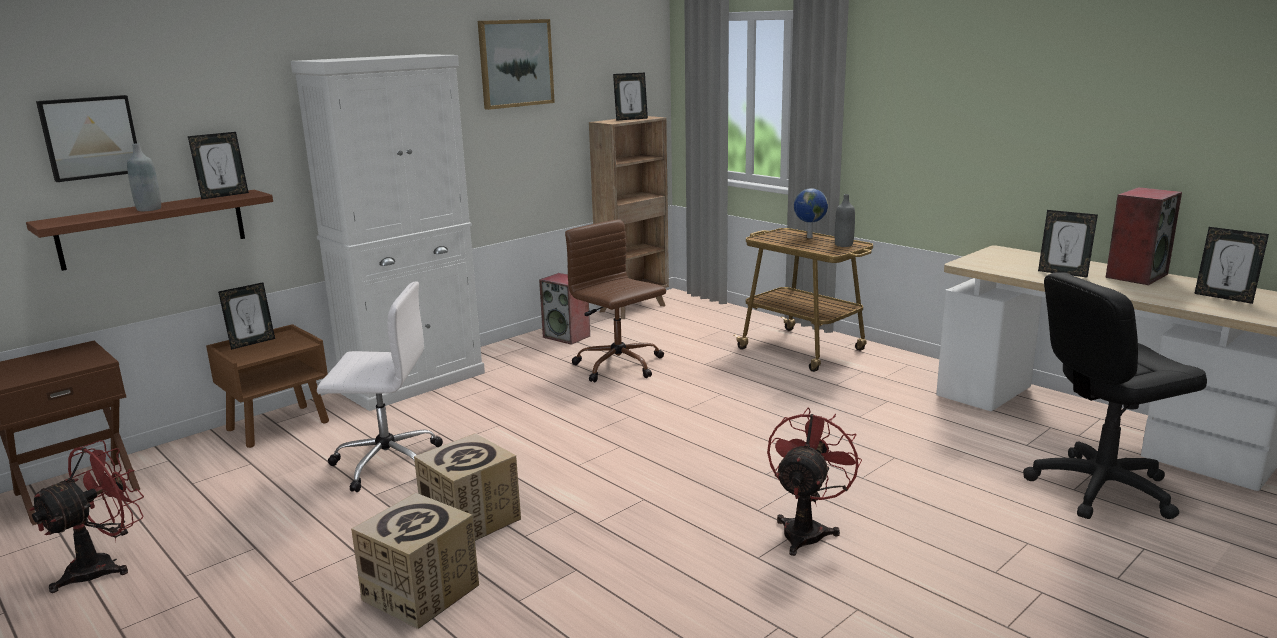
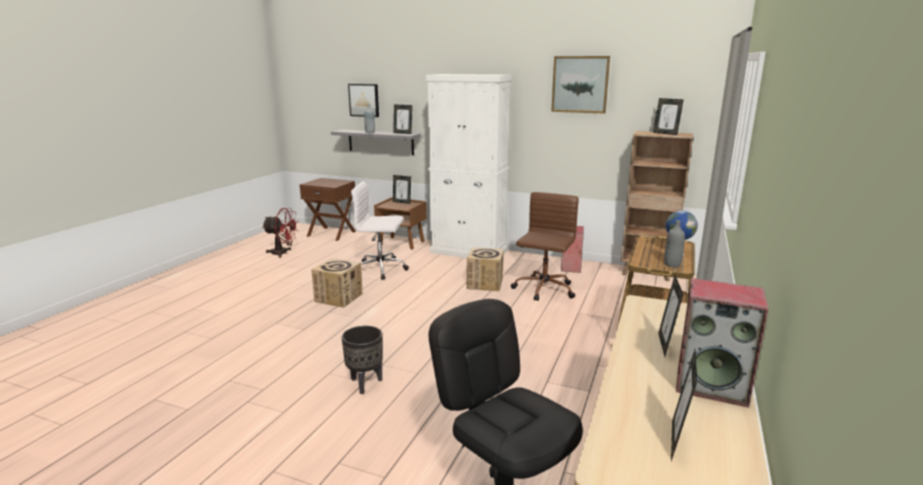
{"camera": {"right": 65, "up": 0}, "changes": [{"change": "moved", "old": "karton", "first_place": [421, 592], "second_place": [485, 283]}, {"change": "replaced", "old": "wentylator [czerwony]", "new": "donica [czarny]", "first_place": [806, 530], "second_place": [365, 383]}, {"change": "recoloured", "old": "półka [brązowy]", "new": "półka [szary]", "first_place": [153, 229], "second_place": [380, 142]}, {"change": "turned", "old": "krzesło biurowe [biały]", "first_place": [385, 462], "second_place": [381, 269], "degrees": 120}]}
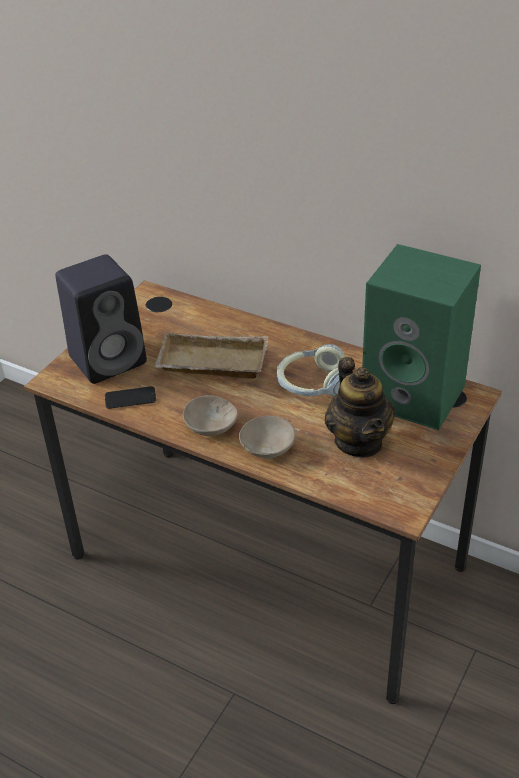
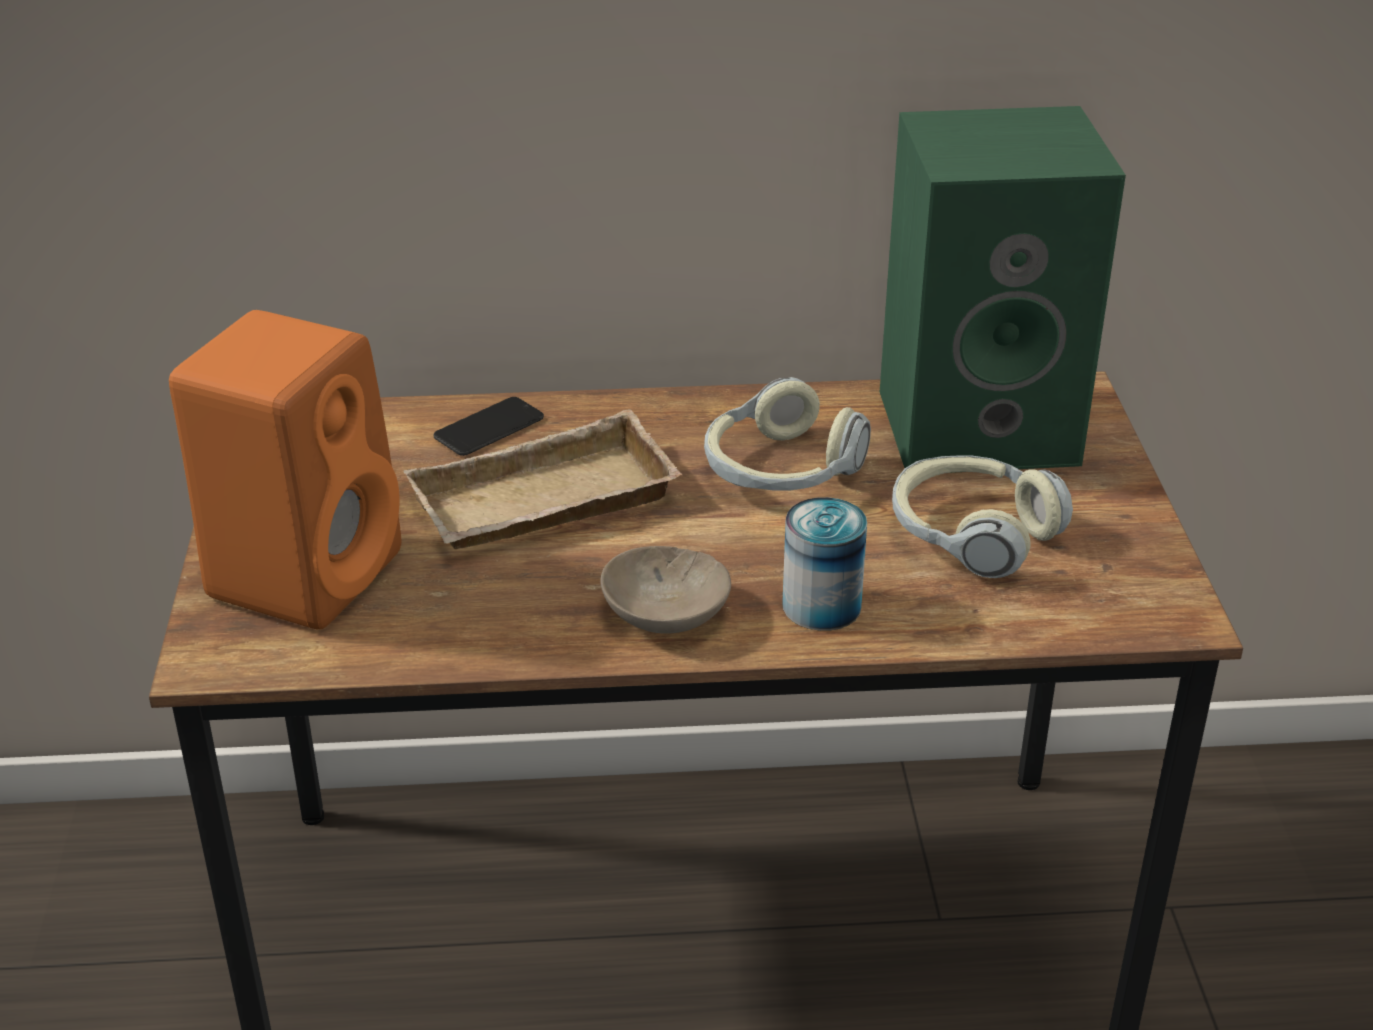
{"camera": {"right": -35, "up": -5}, "changes": [{"change": "moved", "old": "telefon", "first_place": [130, 398], "second_place": [489, 428]}, {"change": "replaced", "old": "miska [beżowy]", "new": "puszka", "first_place": [269, 447], "second_place": [821, 605]}, {"change": "replaced", "old": "imbryk", "new": "słuchawki", "first_place": [359, 441], "second_place": [971, 534]}, {"change": "recoloured", "old": "głośnik [czarny]", "new": "głośnik [pomarańczowy]", "first_place": [110, 359], "second_place": [307, 570]}]}
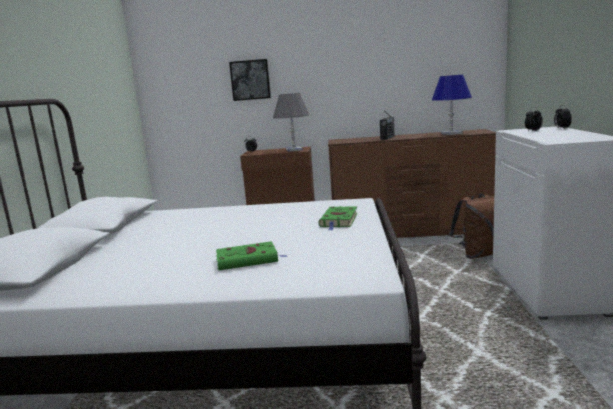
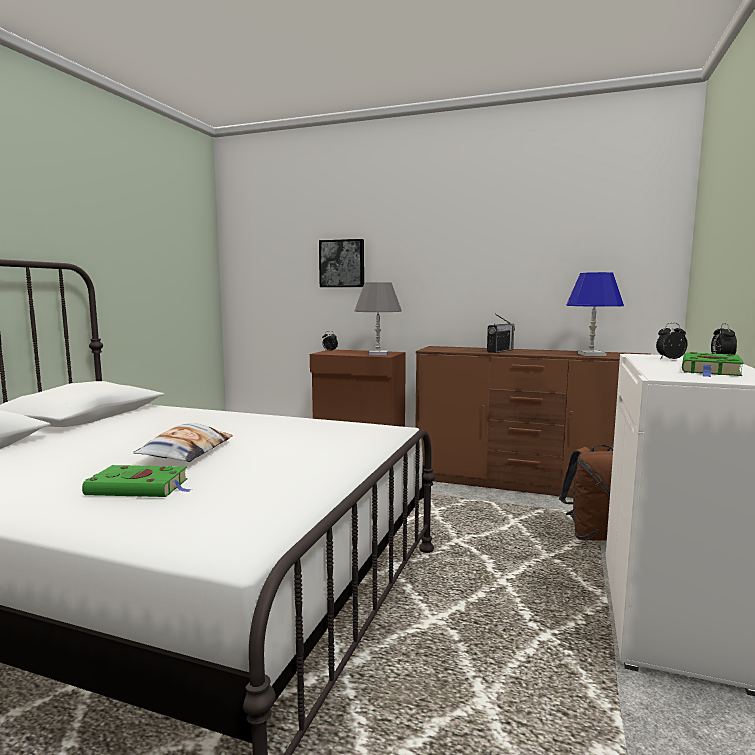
{"camera": {"right": 15, "up": -5}, "changes": [{"change": "added", "new": "poduszka", "second_place": [186, 452]}, {"change": "moved", "old": "książka [zielony]", "first_place": [339, 221], "second_place": [711, 370]}]}
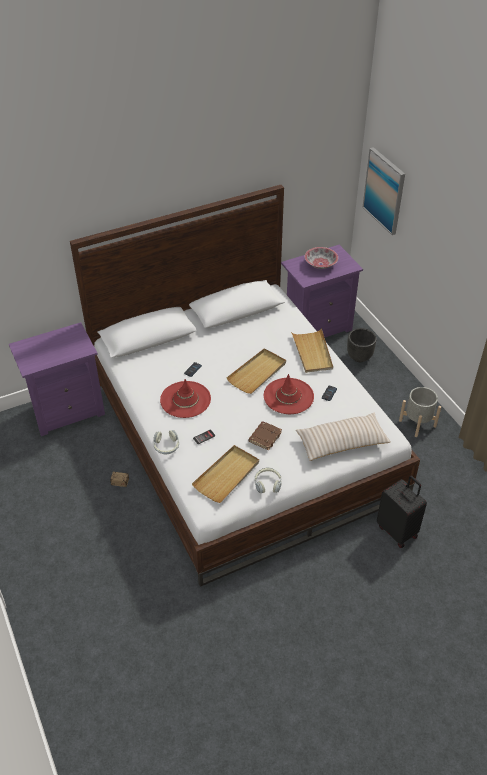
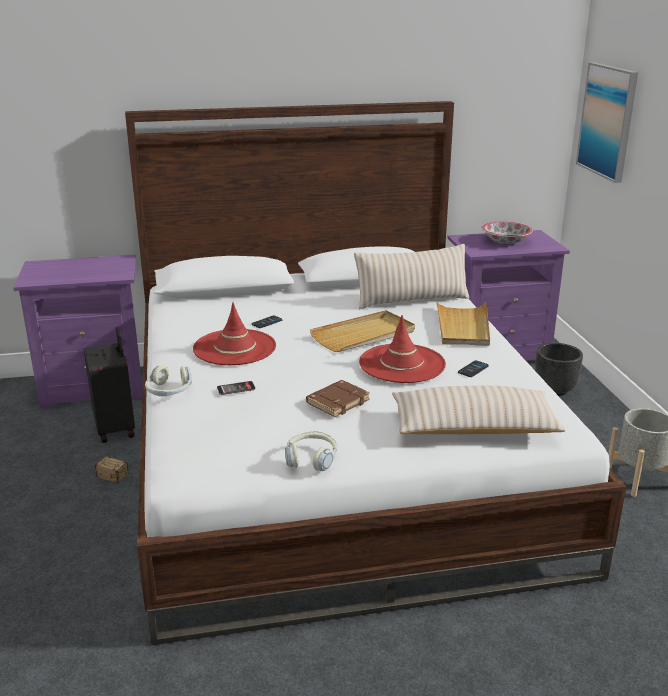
{"camera": {"right": 15, "up": -20}, "changes": [{"change": "removed", "old": "taca [beżowy]", "first_place": [227, 475]}, {"change": "added", "new": "poduszka [beżowy]", "second_place": [411, 300]}, {"change": "moved", "old": "walizka [czarny]", "first_place": [397, 531], "second_place": [116, 428]}]}
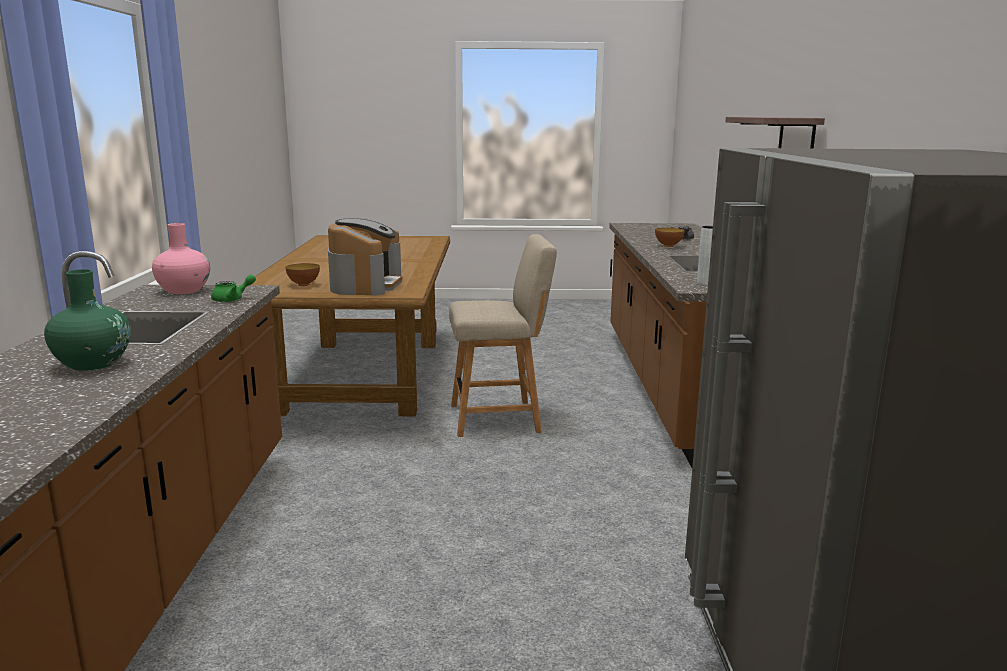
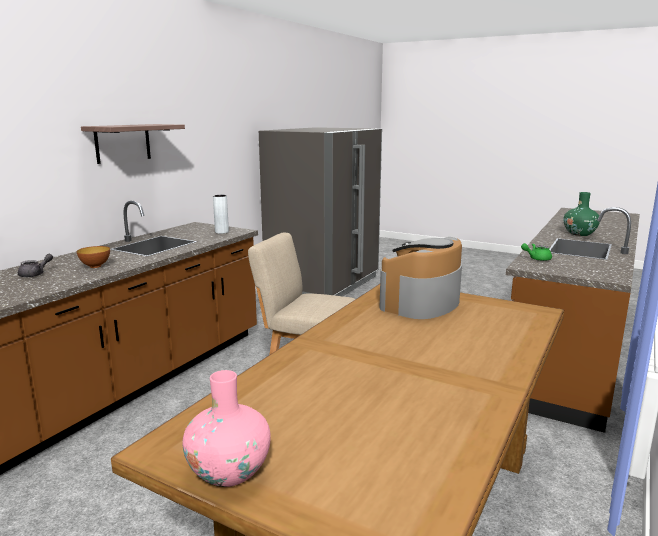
{"camera": {"right": -150, "up": 0}, "changes": [{"change": "removed", "old": "miska", "first_place": [303, 284]}, {"change": "moved", "old": "wazon [różowy]", "first_place": [183, 290], "second_place": [229, 471]}]}
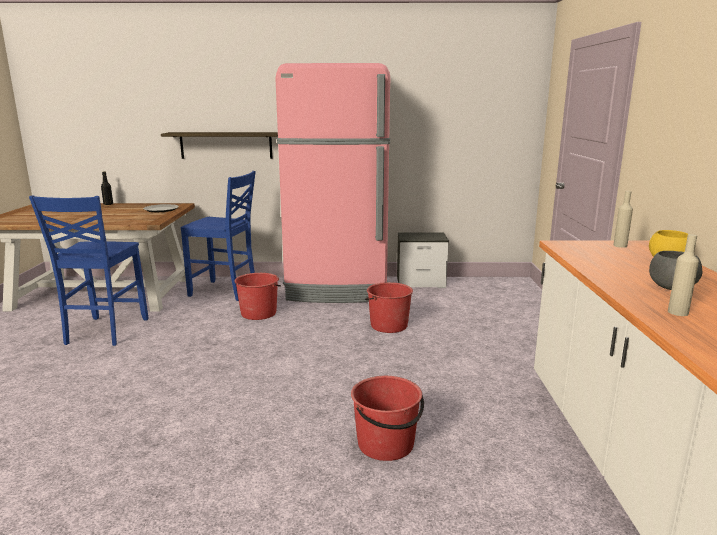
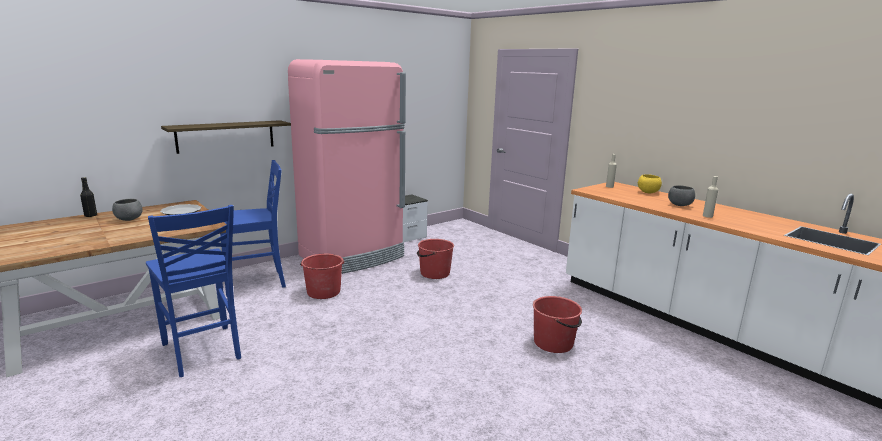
{"camera": {"right": -40, "up": 0}, "changes": [{"change": "added", "new": "miska [szary]", "second_place": [129, 219]}]}
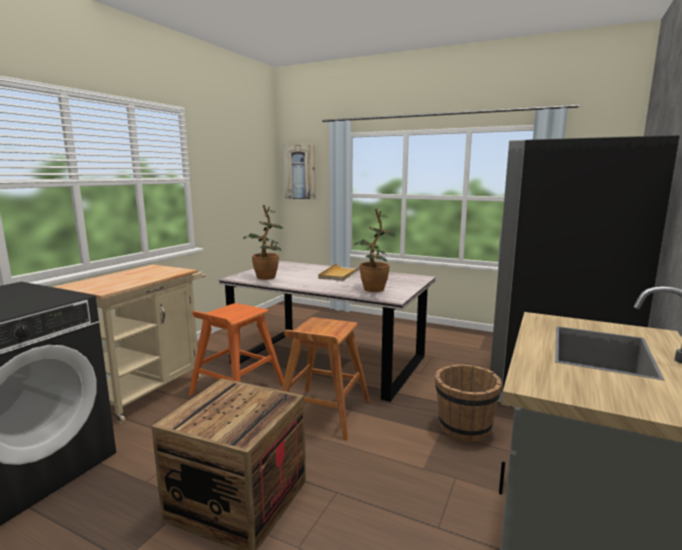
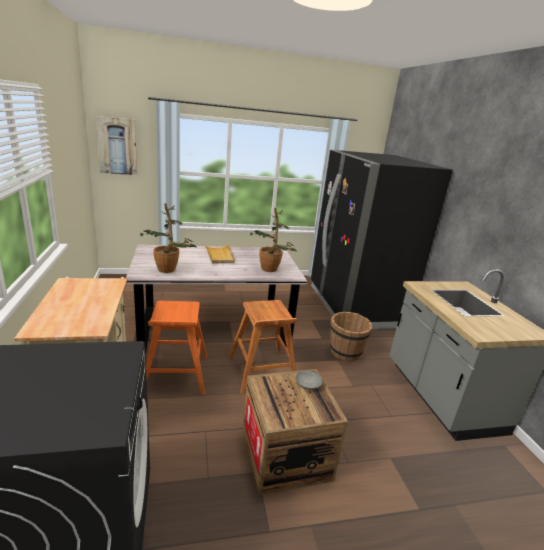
{"camera": {"right": -40, "up": 10}, "changes": [{"change": "added", "new": "miska [szary]", "second_place": [308, 384]}]}
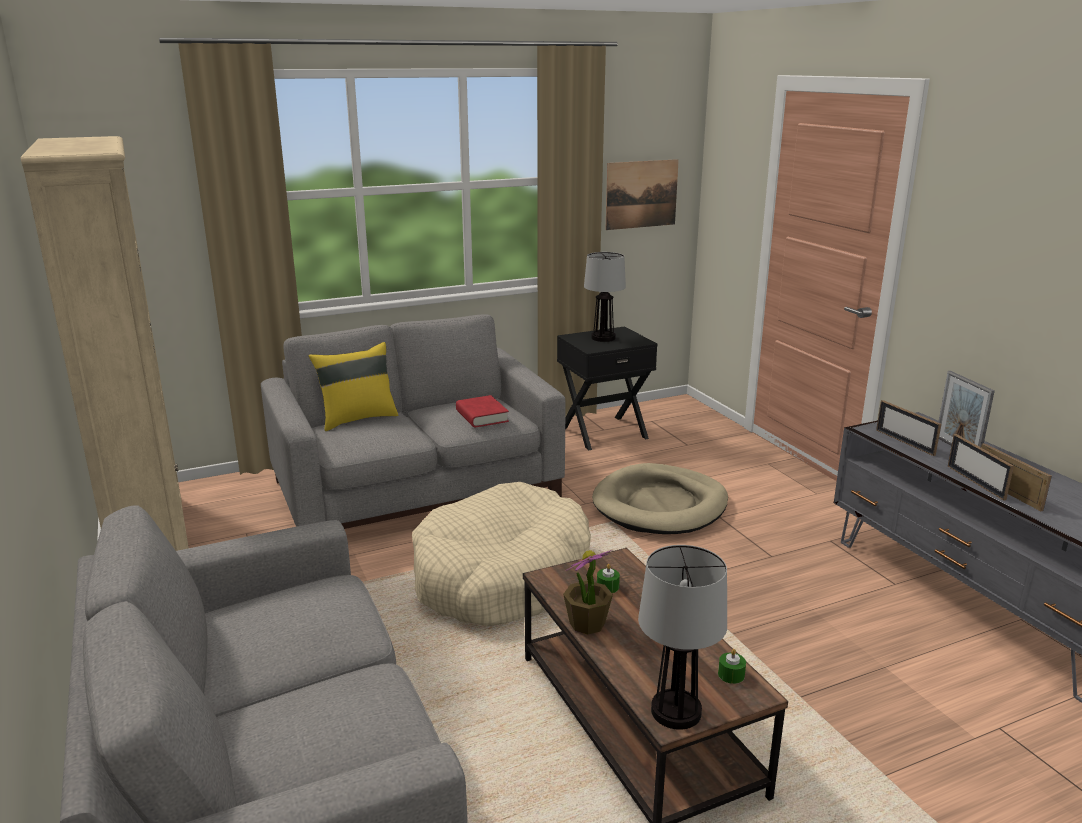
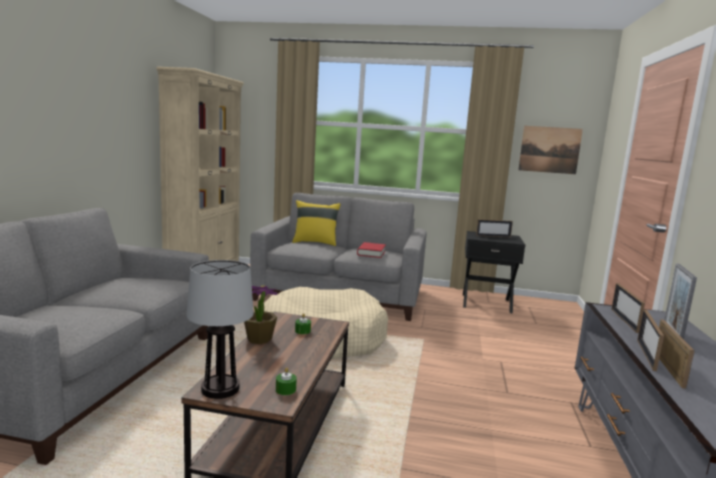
{"camera": {"right": 35, "up": -10}, "changes": [{"change": "removed", "old": "legowisko [beżowy]", "first_place": [660, 505]}, {"change": "replaced", "old": "lampa stołowa", "new": "ramka na zdjęcie", "first_place": [603, 338], "second_place": [493, 236]}]}
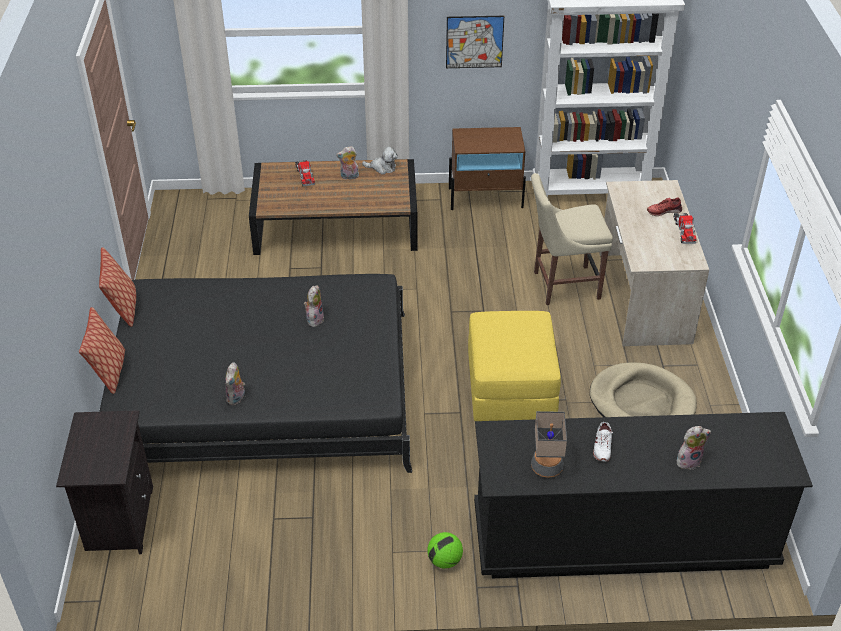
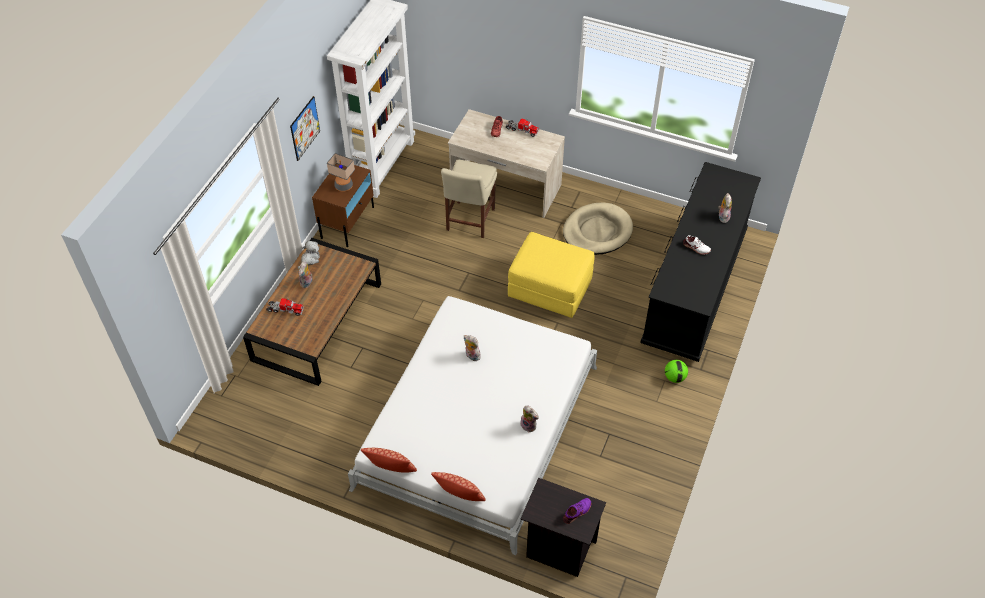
{"camera": {"right": -65, "up": 10}, "changes": [{"change": "added", "new": "but [fioletowy]", "second_place": [577, 512]}, {"change": "moved", "old": "lampa stołowa", "first_place": [546, 467], "second_place": [343, 186]}, {"change": "recoloured", "old": "łóżko [czarny]", "new": "łóżko [biały]", "first_place": [262, 392], "second_place": [478, 426]}]}
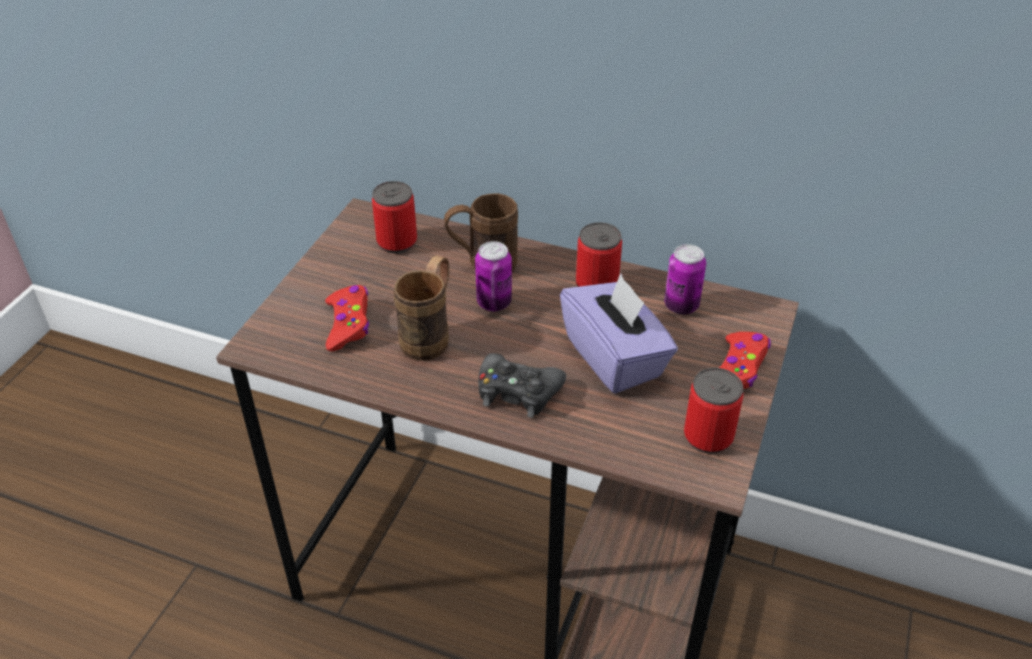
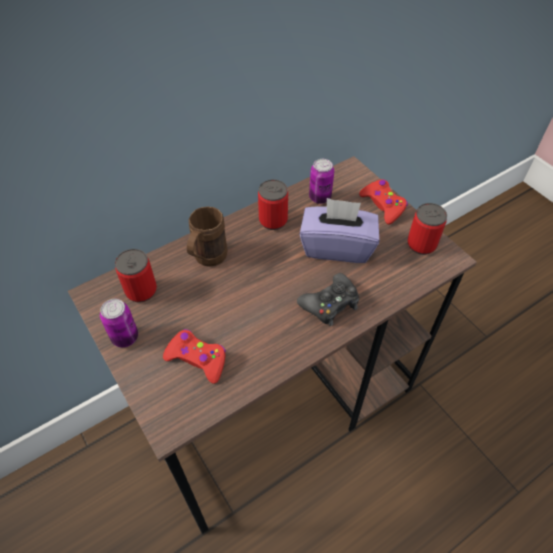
{"camera": {"right": -55, "up": 10}, "changes": [{"change": "removed", "old": "kubek [brązowy]", "first_place": [431, 335]}, {"change": "moved", "old": "puszka", "first_place": [494, 302], "second_place": [125, 337]}]}
